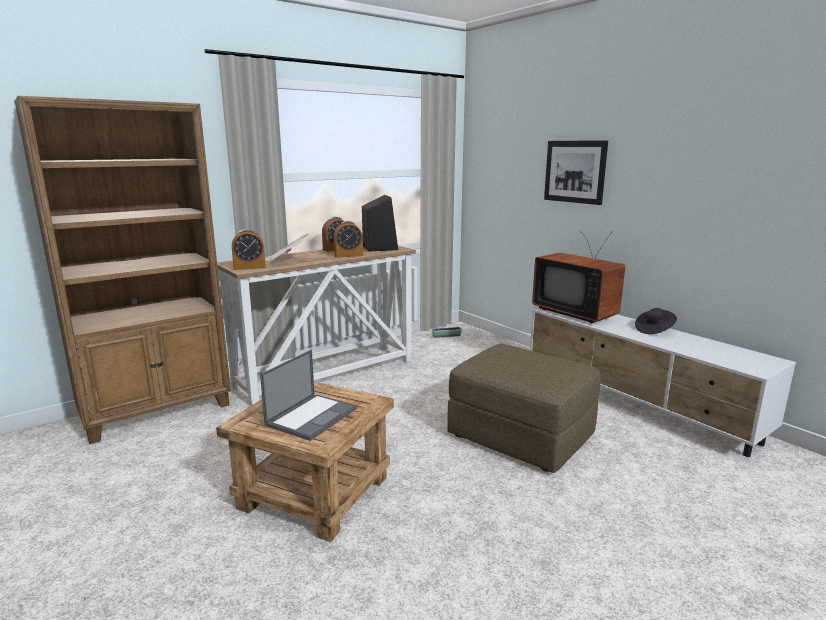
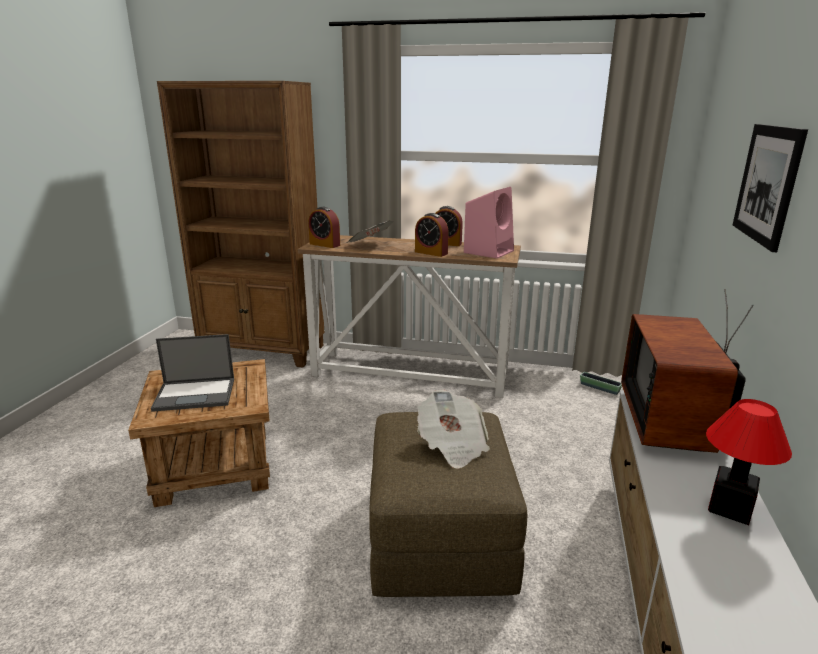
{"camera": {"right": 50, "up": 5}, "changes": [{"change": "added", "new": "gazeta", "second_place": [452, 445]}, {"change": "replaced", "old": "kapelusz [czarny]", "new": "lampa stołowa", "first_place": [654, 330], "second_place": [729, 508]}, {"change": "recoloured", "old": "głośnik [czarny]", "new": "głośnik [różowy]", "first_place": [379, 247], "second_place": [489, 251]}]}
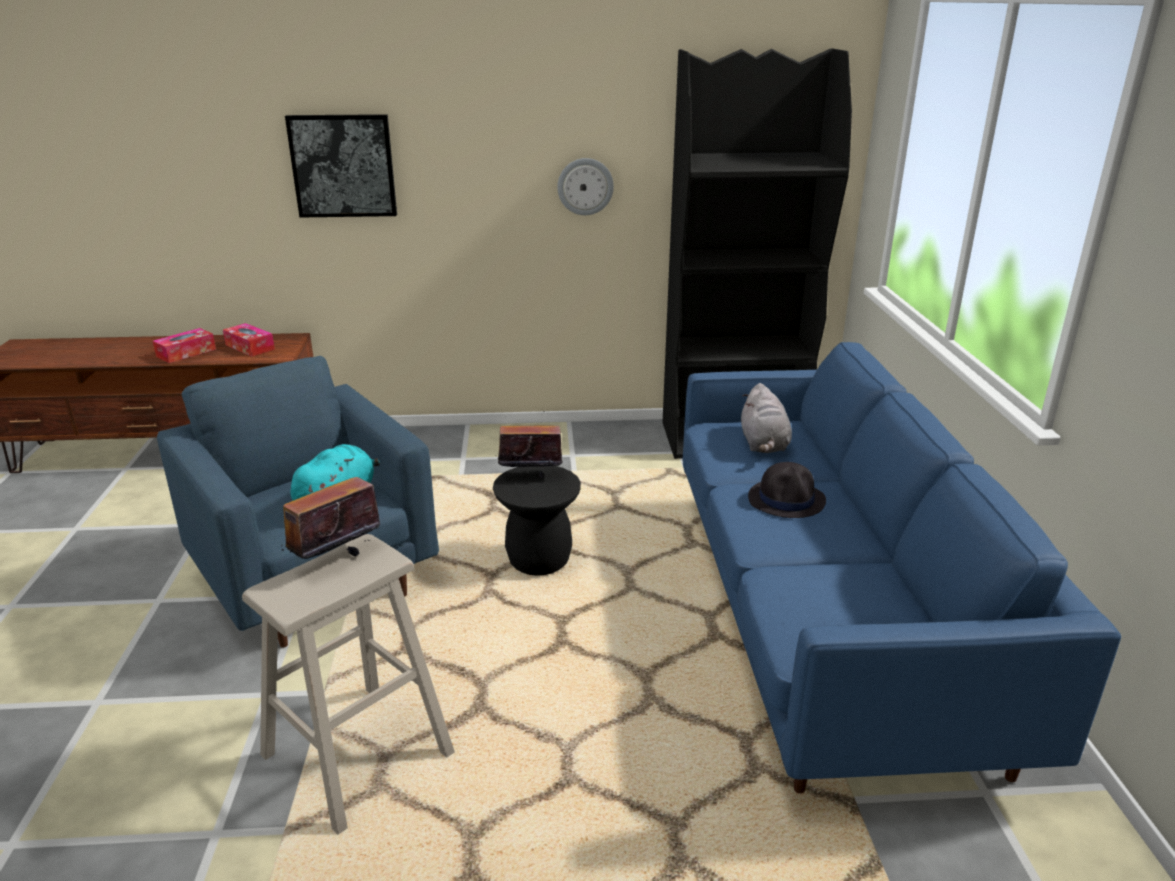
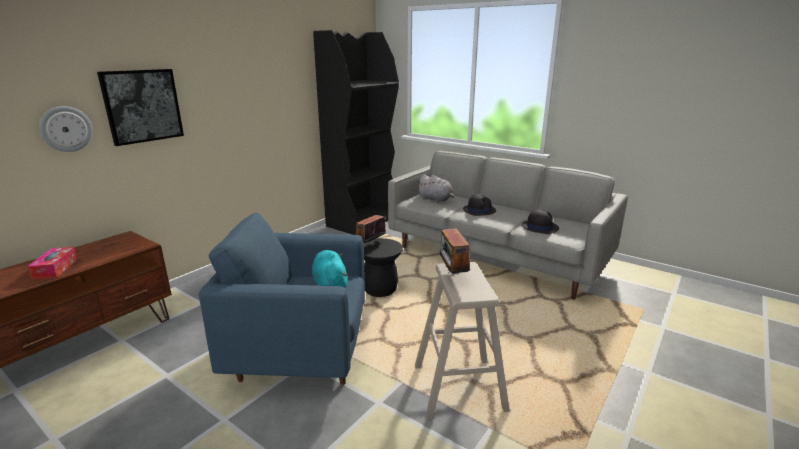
{"camera": {"right": -50, "up": -5}, "changes": [{"change": "removed", "old": "pudełko chusteczek", "first_place": [250, 347]}, {"change": "added", "new": "kapelusz [czarny]", "second_place": [539, 227]}, {"change": "moved", "old": "zegar ścienny", "first_place": [585, 186], "second_place": [66, 129]}, {"change": "recoloured", "old": "kanapa [niebieski]", "new": "kanapa [szary]", "first_place": [824, 622], "second_place": [495, 257]}]}
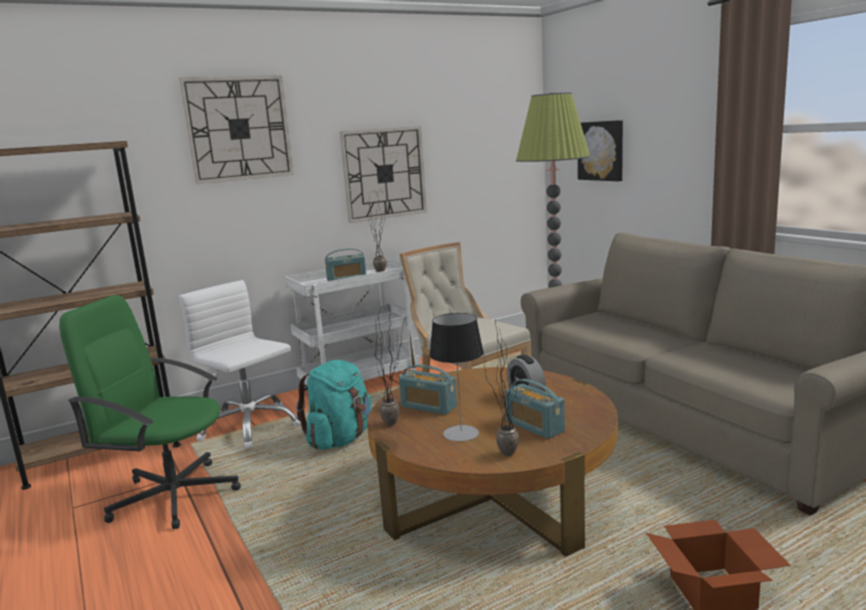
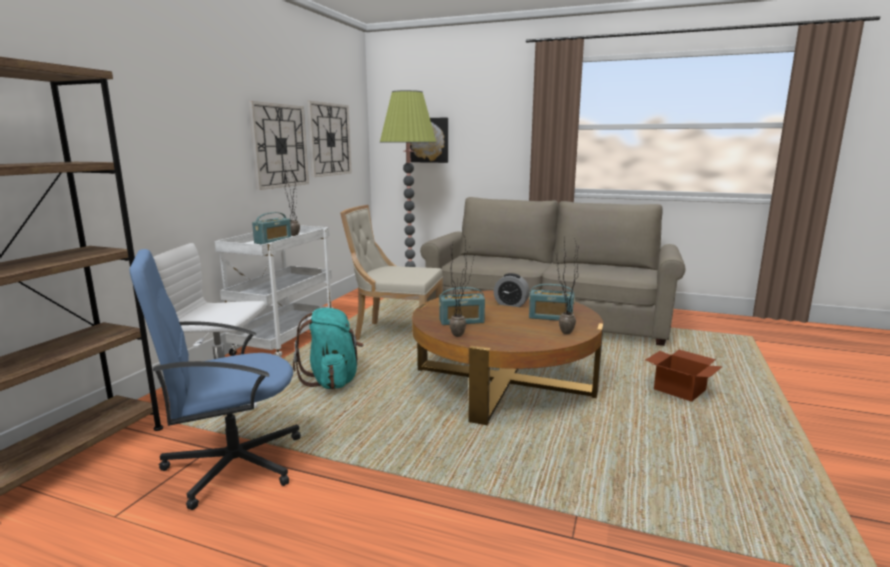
{"camera": {"right": -40, "up": 0}, "changes": [{"change": "removed", "old": "lampa stołowa", "first_place": [461, 433]}, {"change": "moved", "old": "zegar ścienny", "first_place": [238, 129], "second_place": [329, 139]}, {"change": "recoloured", "old": "krzesło biurowe [zielony]", "new": "krzesło biurowe [niebieski]", "first_place": [173, 495], "second_place": [232, 464]}]}
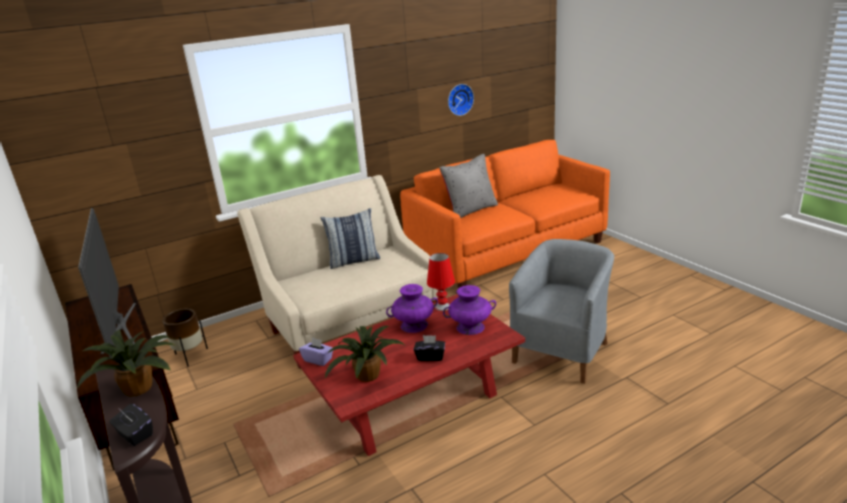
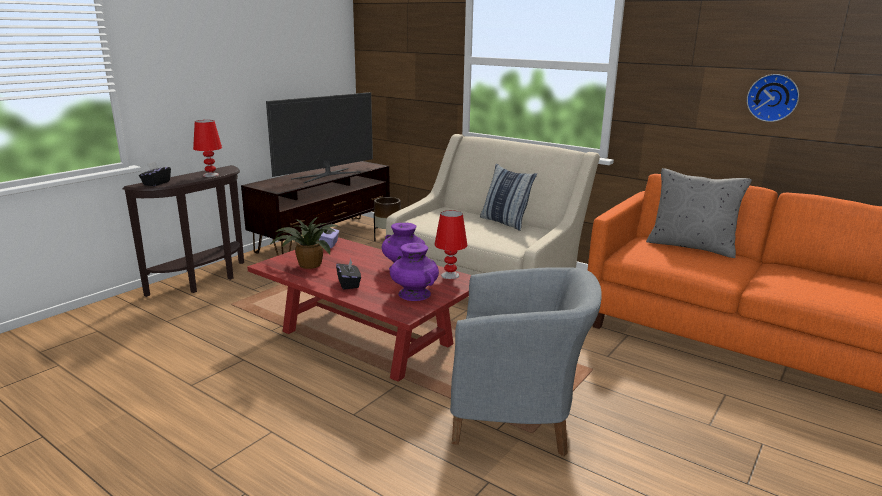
{"camera": {"right": 65, "up": -5}, "changes": [{"change": "replaced", "old": "roślina doniczkowa", "new": "lampa stołowa [czerwony]", "first_place": [139, 386], "second_place": [211, 175]}]}
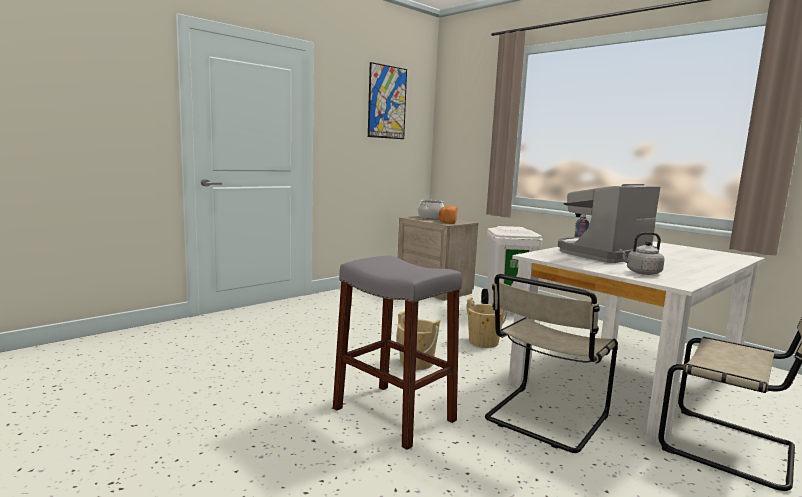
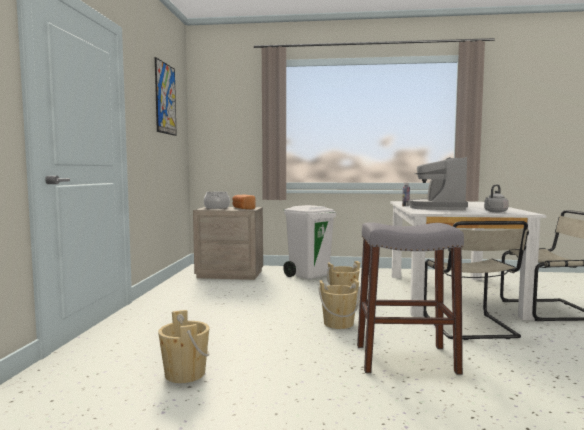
{"camera": {"right": -40, "up": -5}, "changes": [{"change": "added", "new": "wiadro [beżowy]", "second_place": [185, 374]}]}
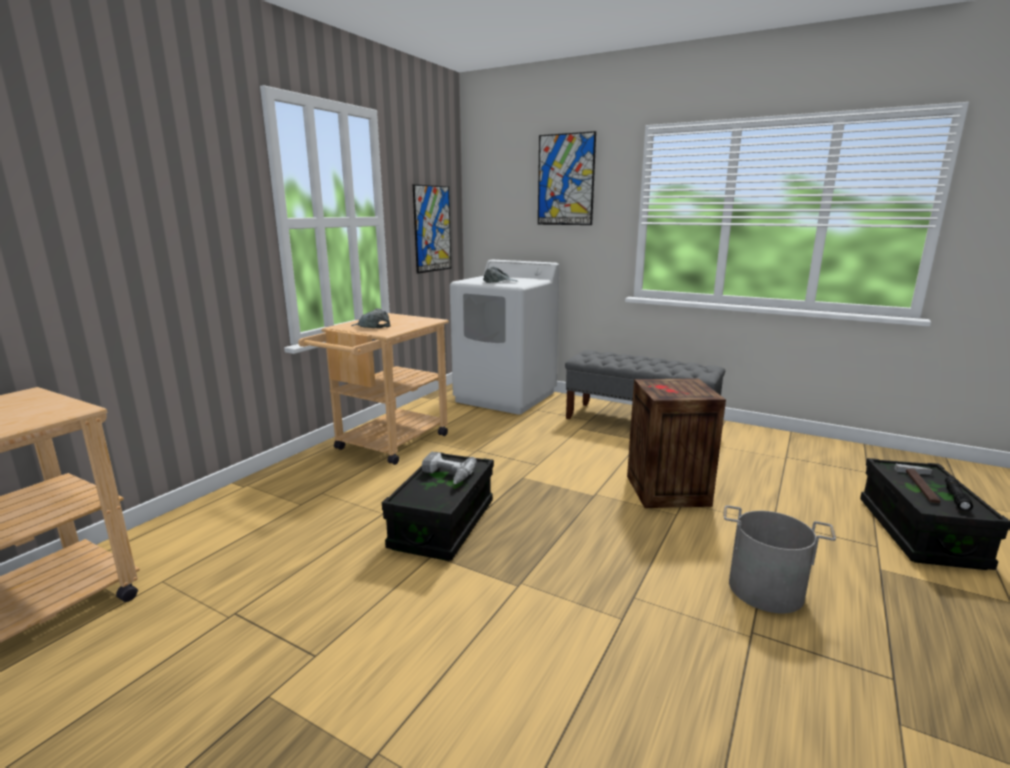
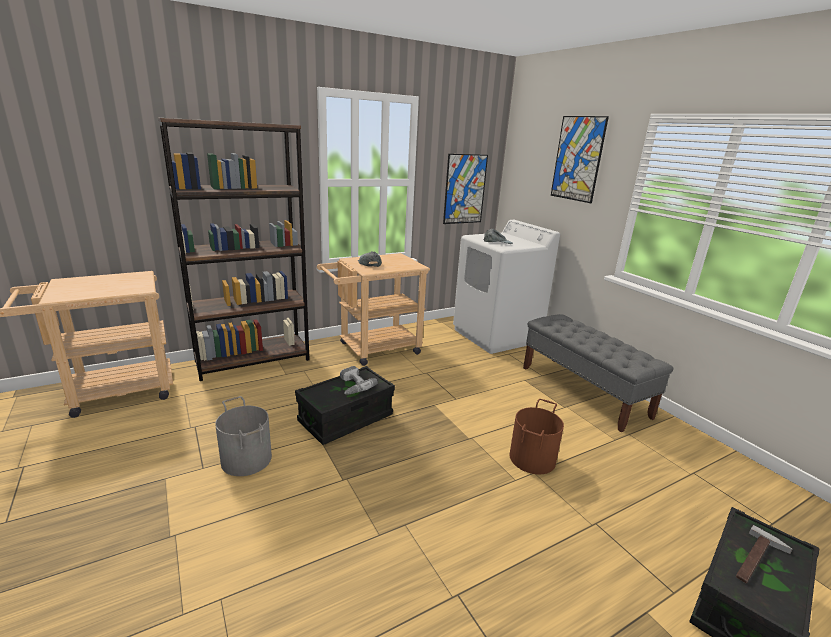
{"camera": {"right": 30, "up": 5}, "changes": [{"change": "removed", "old": "latarka [czarny]", "first_place": [956, 497]}, {"change": "added", "new": "regał [brązowy]", "second_place": [253, 360]}, {"change": "moved", "old": "wiadro [szary]", "first_place": [765, 590], "second_place": [245, 459]}, {"change": "replaced", "old": "skrzynka", "new": "wiadro [brązowy]", "first_place": [666, 491], "second_place": [531, 458]}]}
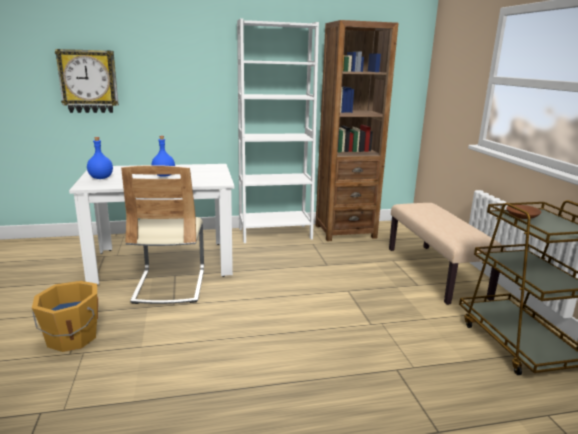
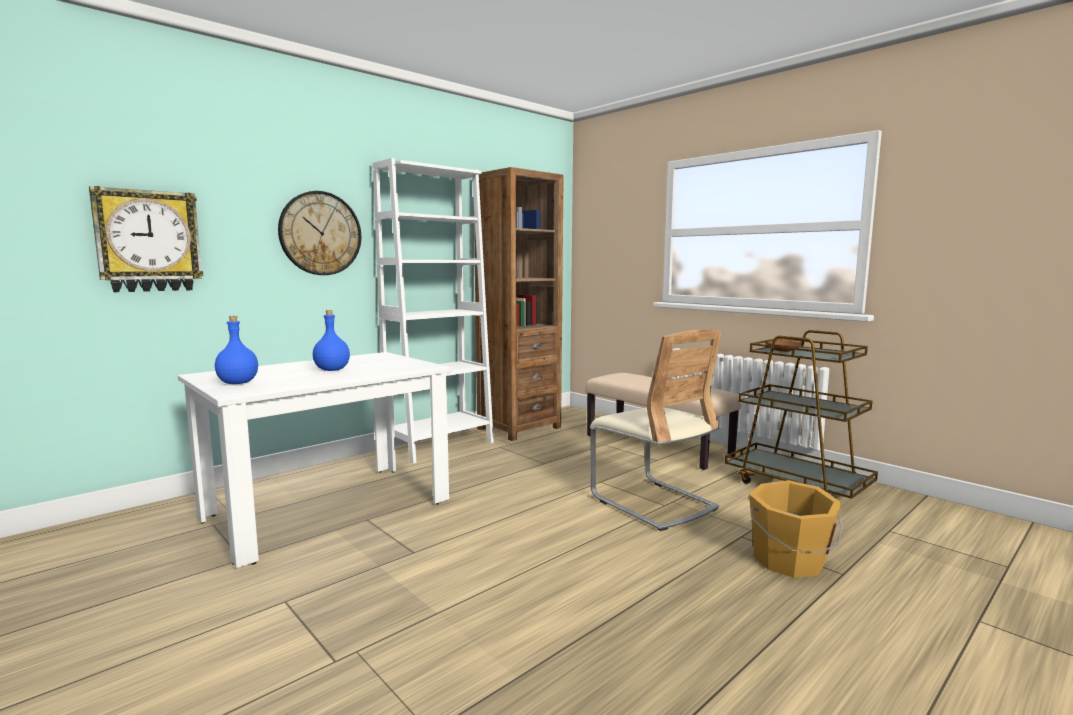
{"camera": {"right": -30, "up": -10}, "changes": [{"change": "added", "new": "zegar ścienny", "second_place": [320, 233]}, {"change": "moved", "old": "wiadro [pomarańczowy]", "first_place": [71, 338], "second_place": [789, 561]}, {"change": "moved", "old": "krzesło [beżowy]", "first_place": [170, 285], "second_place": [652, 503]}]}
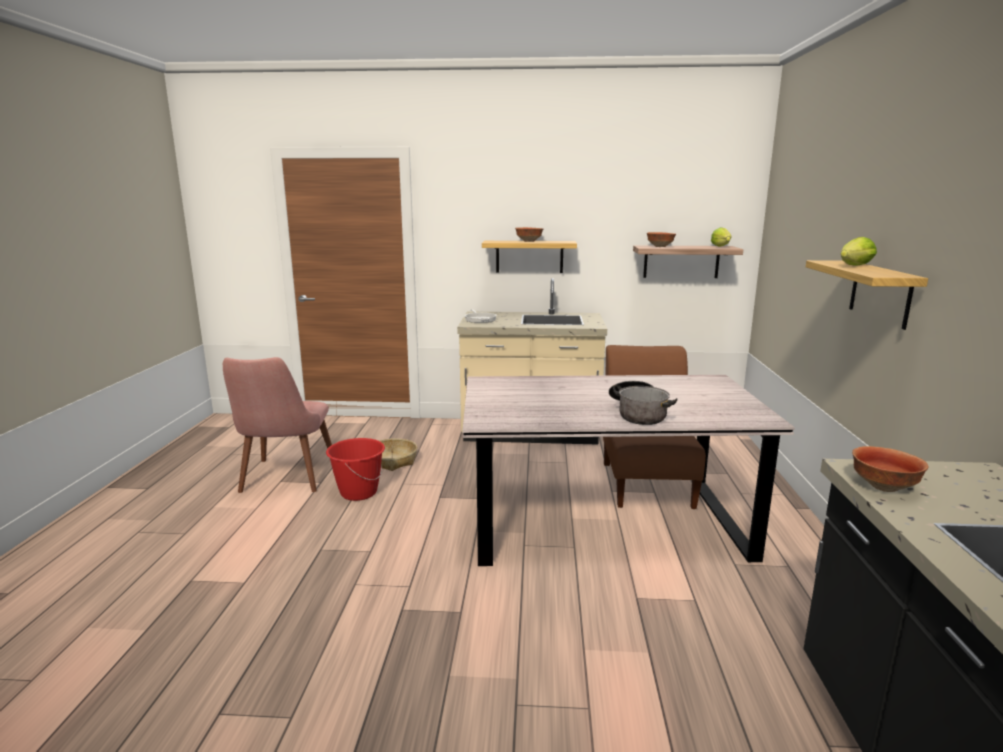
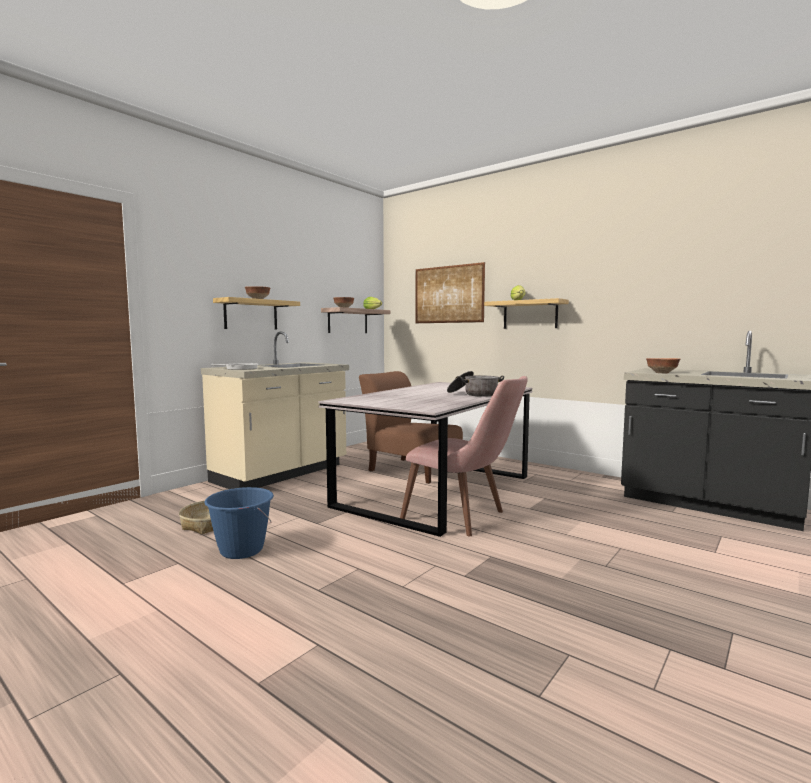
{"camera": {"right": -55, "up": -10}, "changes": [{"change": "added", "new": "obraz", "second_place": [448, 294]}, {"change": "moved", "old": "krzesło [różowy]", "first_place": [285, 481], "second_place": [465, 518]}, {"change": "recoloured", "old": "wiadro [czerwony]", "new": "wiadro [niebieski]", "first_place": [358, 492], "second_place": [241, 550]}]}
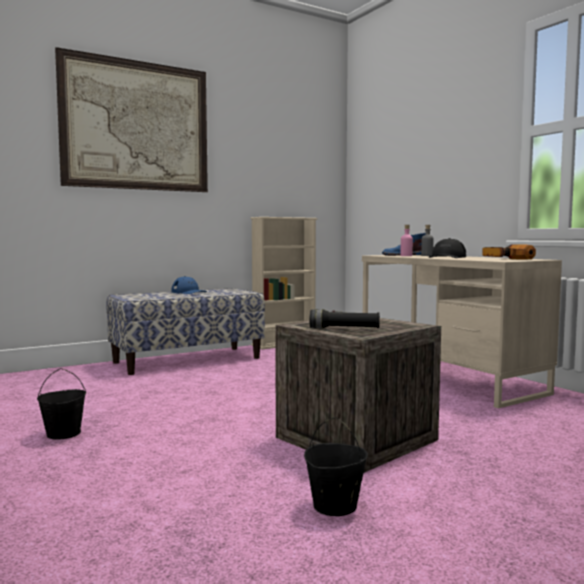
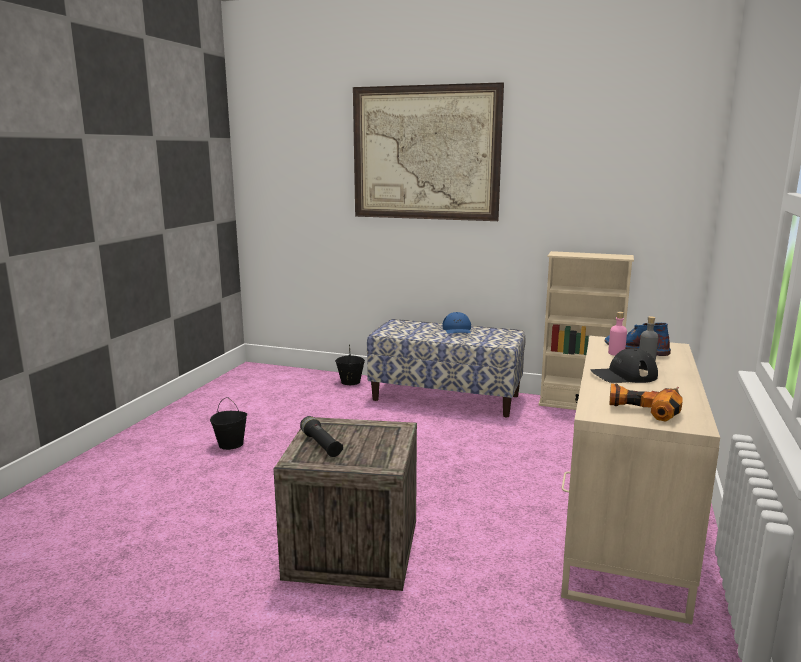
{"camera": {"right": 50, "up": 10}, "changes": [{"change": "moved", "old": "wiadro [czarny]", "first_place": [334, 506], "second_place": [350, 382]}]}
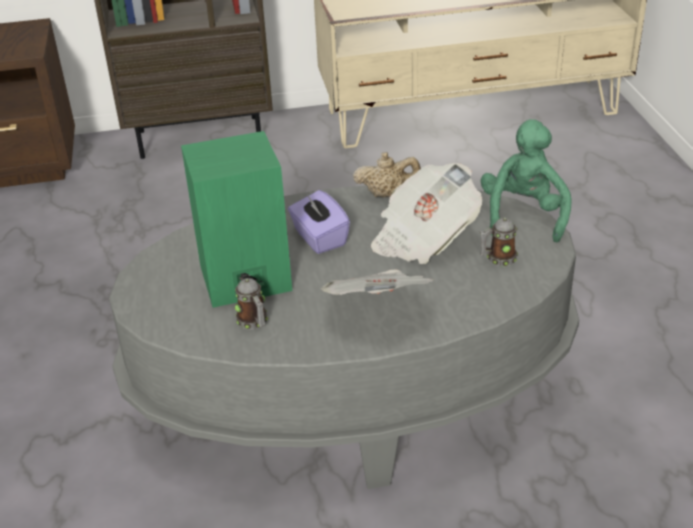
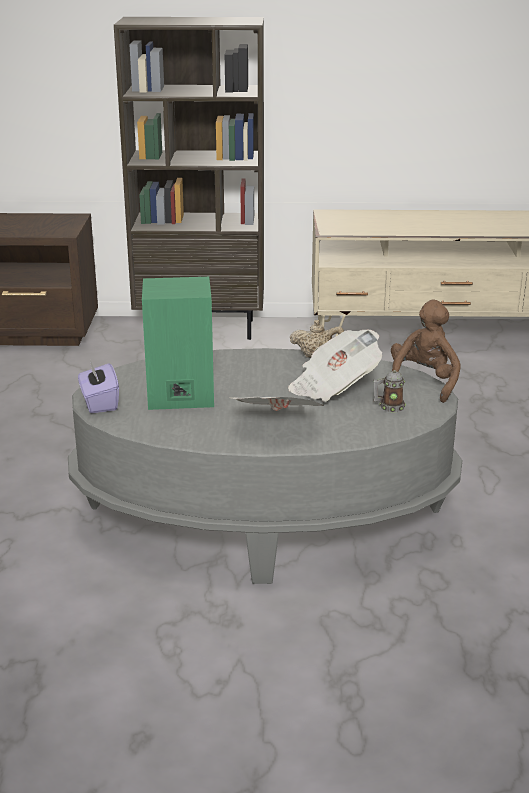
{"camera": {"right": 10, "up": -10}, "changes": [{"change": "removed", "old": "kubek", "first_place": [254, 322]}, {"change": "moved", "old": "pudełko chusteczek [fioletowy]", "first_place": [319, 238], "second_place": [99, 403]}, {"change": "recoloured", "old": "pluszak [zielony]", "new": "pluszak [brązowy]", "first_place": [523, 216], "second_place": [423, 383]}]}
